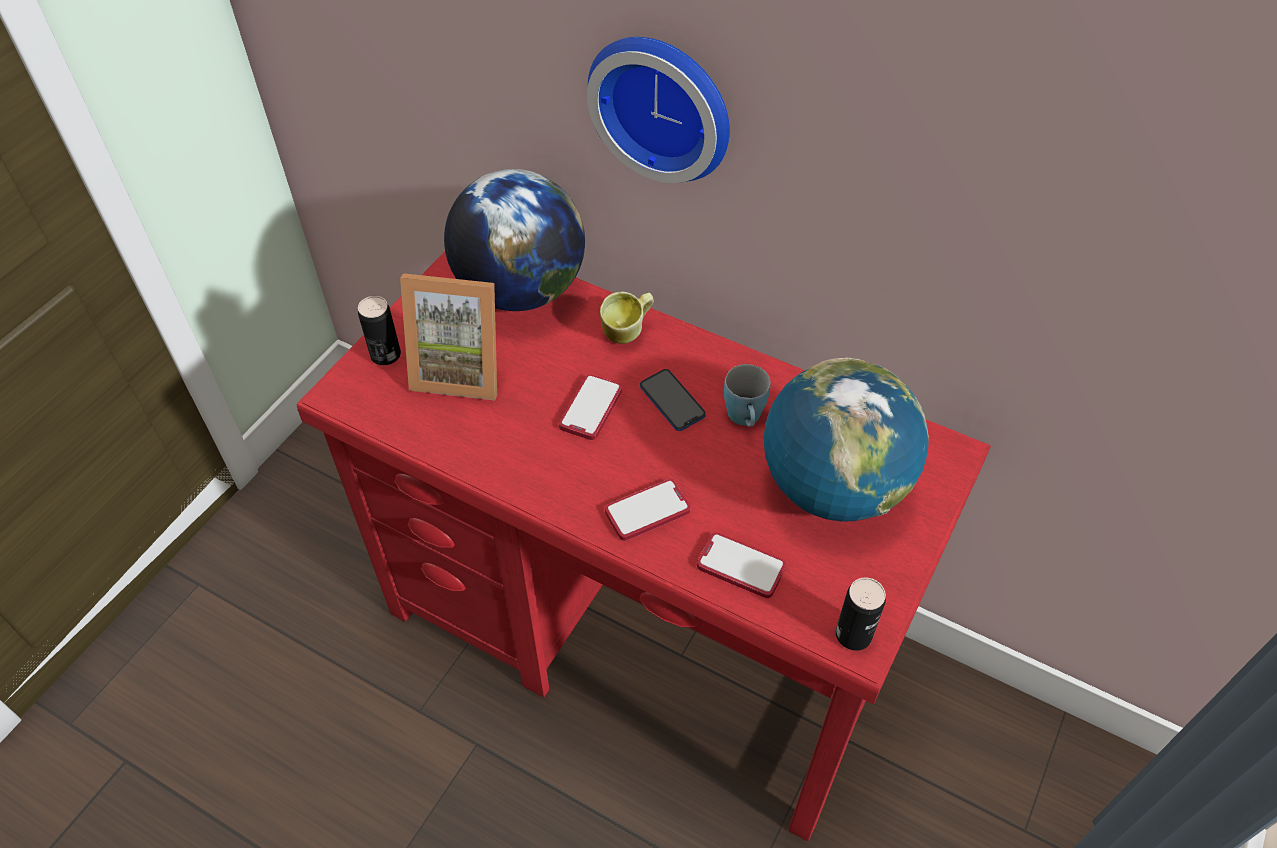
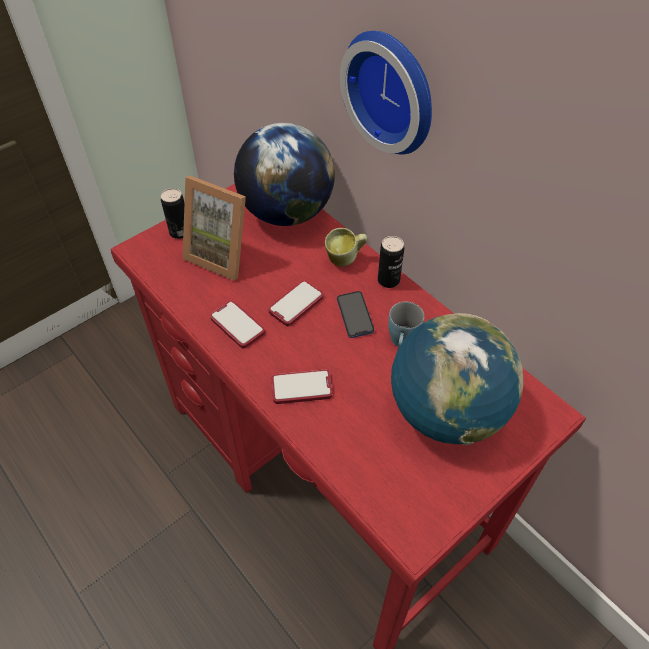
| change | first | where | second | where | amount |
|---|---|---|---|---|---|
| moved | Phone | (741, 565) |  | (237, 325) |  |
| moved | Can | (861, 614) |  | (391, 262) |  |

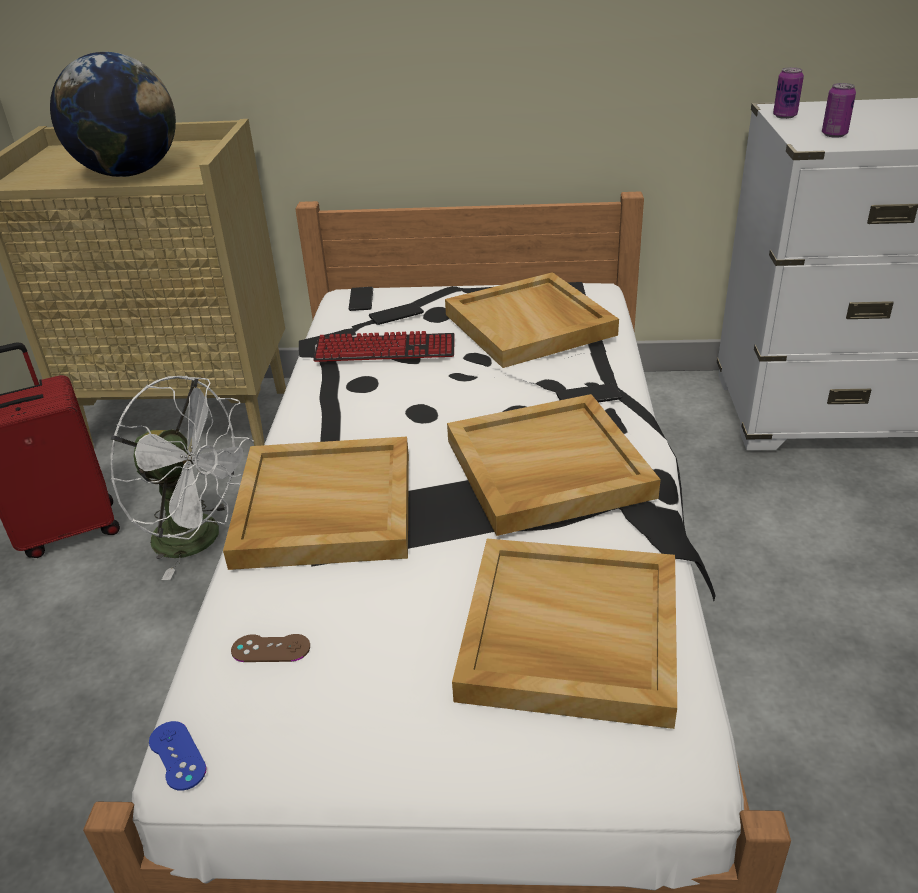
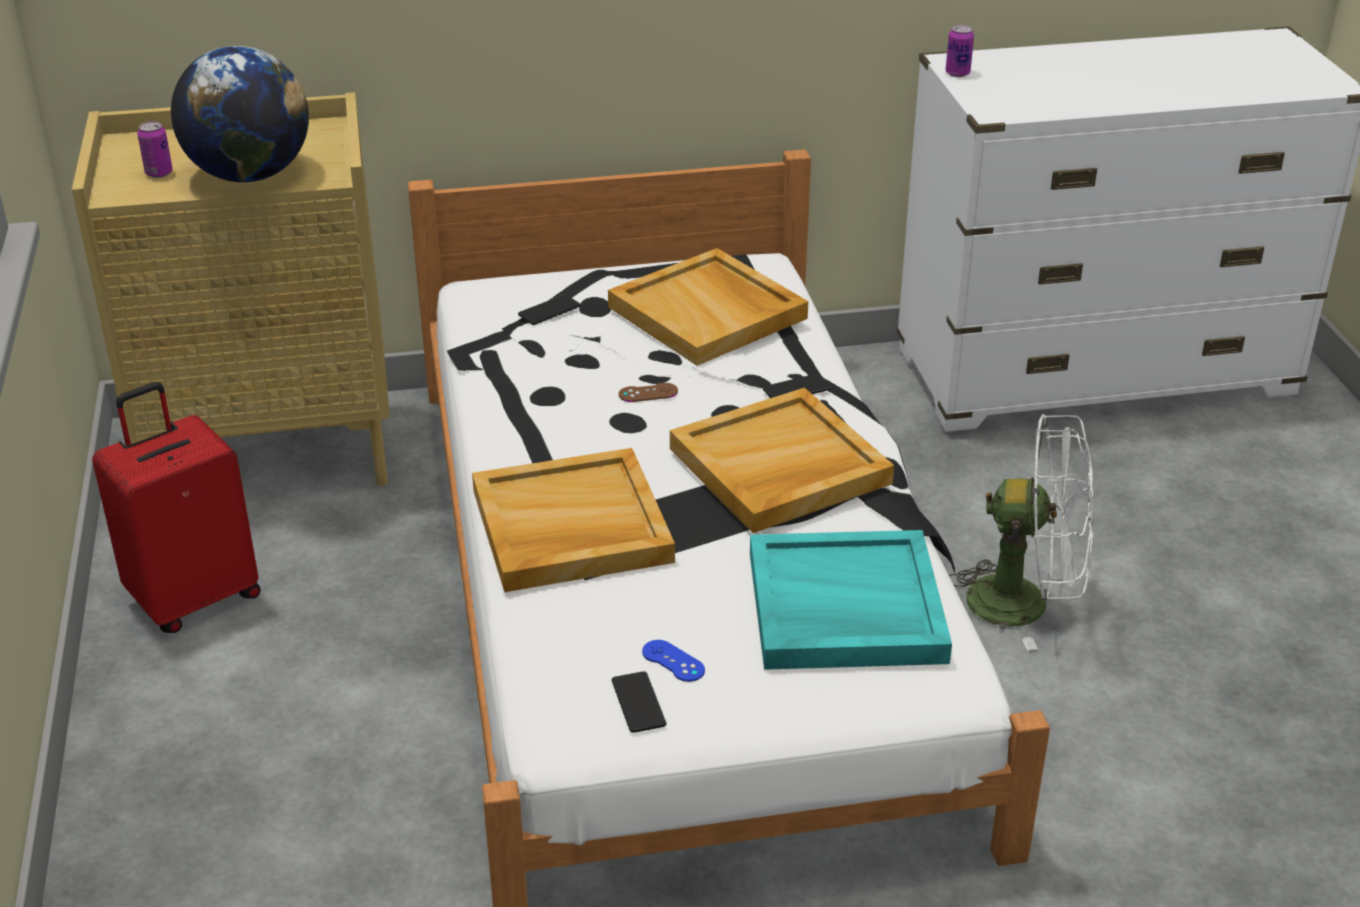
| change | first | where | second | where | amount |
|---|---|---|---|---|---|
| moved | WhiteFan | (182, 478) |  | (1021, 532) |  |
| moved | BlueGameController | (178, 756) |  | (673, 661) |  |
| moved | BrownGameController | (270, 648) |  | (648, 392) |  |
| removed | Keyboard | (384, 346) |  |  |  |
| moved | Phone | (361, 299) |  | (639, 702) |  |
| recoloured | BeigeTray | (564, 634) | TurquoiseTray | (851, 600) |  |
| moved | Can | (839, 110) |  | (155, 149) |  |

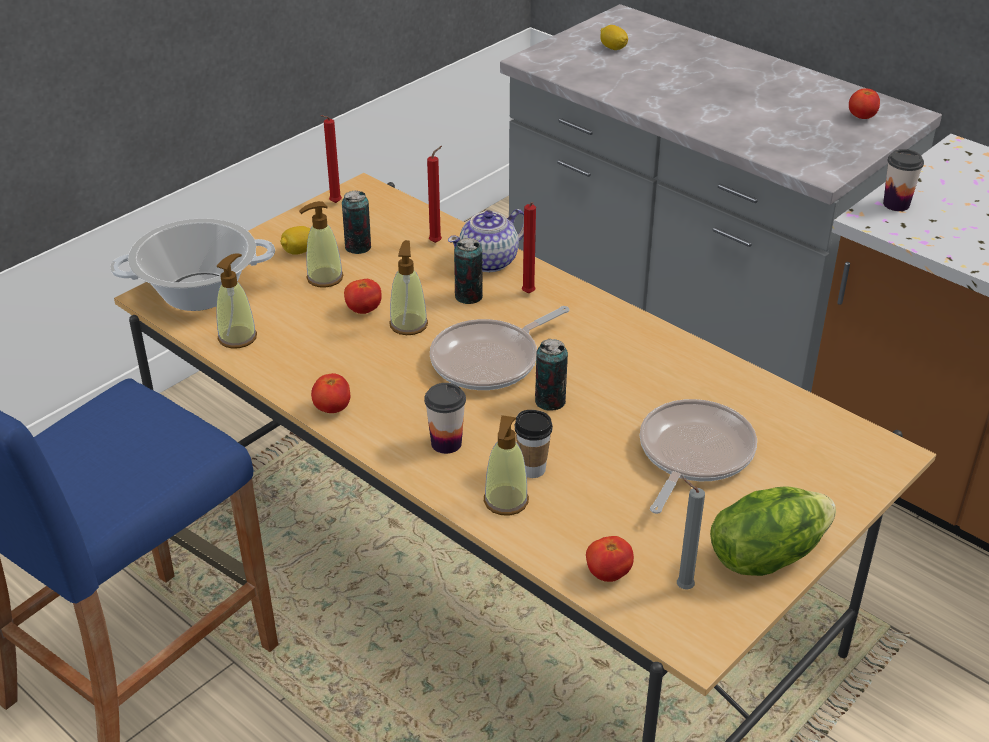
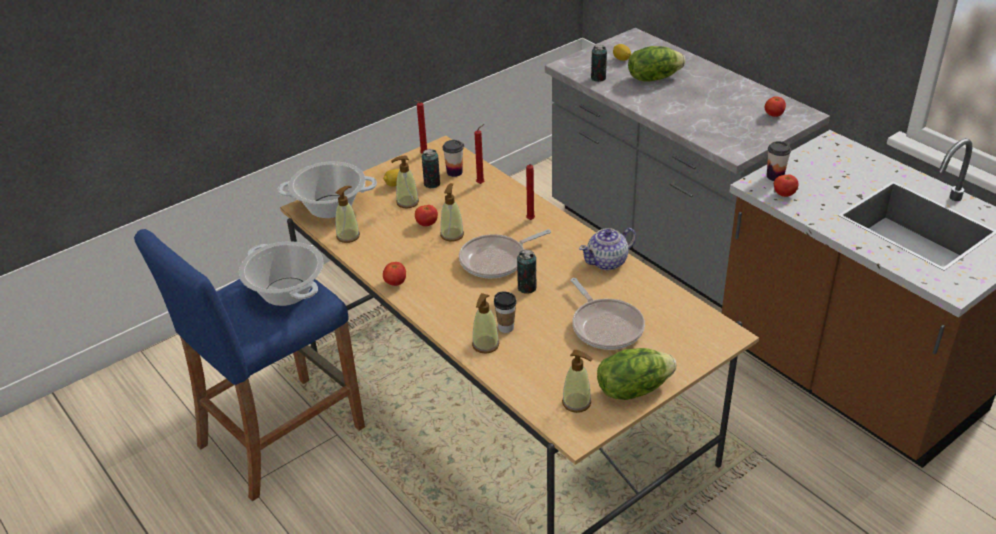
| change | first | where | second | where | amount |
|---|---|---|---|---|---|
| moved | Cup | (445, 418) |  | (453, 158) |  |
| moved | Teapot | (486, 240) |  | (607, 249) |  |
| moved | Can | (468, 271) |  | (599, 63) |  |
| moved | Tomato | (610, 559) |  | (786, 185) |  |
| turned | FryingPan | (698, 456) |  | (607, 314) | 120 degrees clockwise |
| replaced | GreyCandle | (691, 534) | SoapDispenser | (577, 381) |  |
| added |  |  | CookingPot | (281, 273) |  |
| added |  |  | Lettuce | (656, 64) |  |

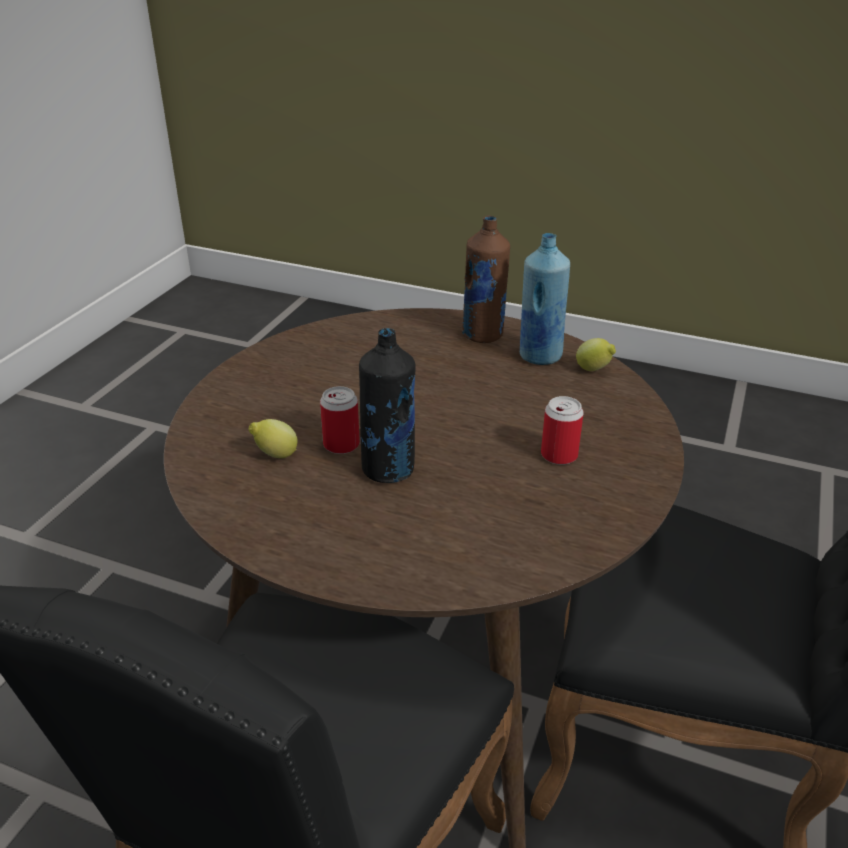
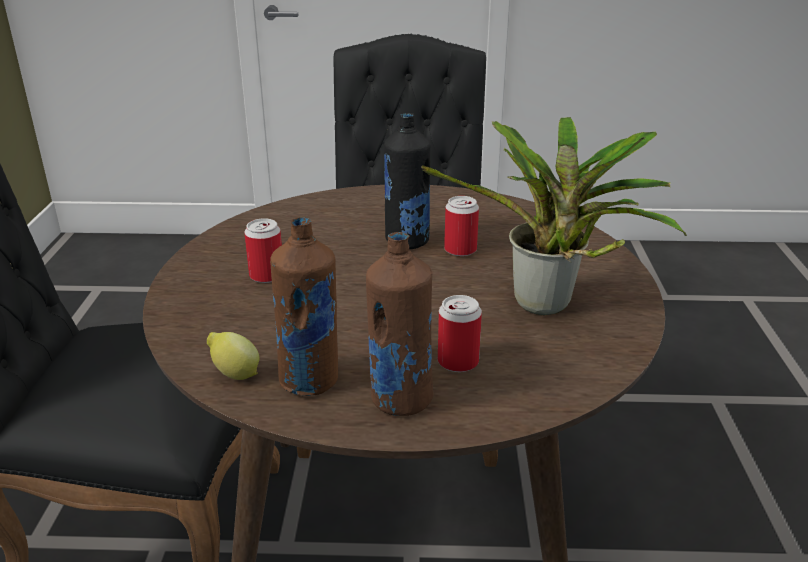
| change | first | where | second | where | amount |
|---|---|---|---|---|---|
| removed | Lemon | (273, 438) |  |  |  |
| recoloured | BlueBottle | (545, 299) | BrownBottle | (304, 306) |  |
| added |  |  | PottedPlant | (554, 216) |  |
| added |  |  | Can | (460, 333) |  |

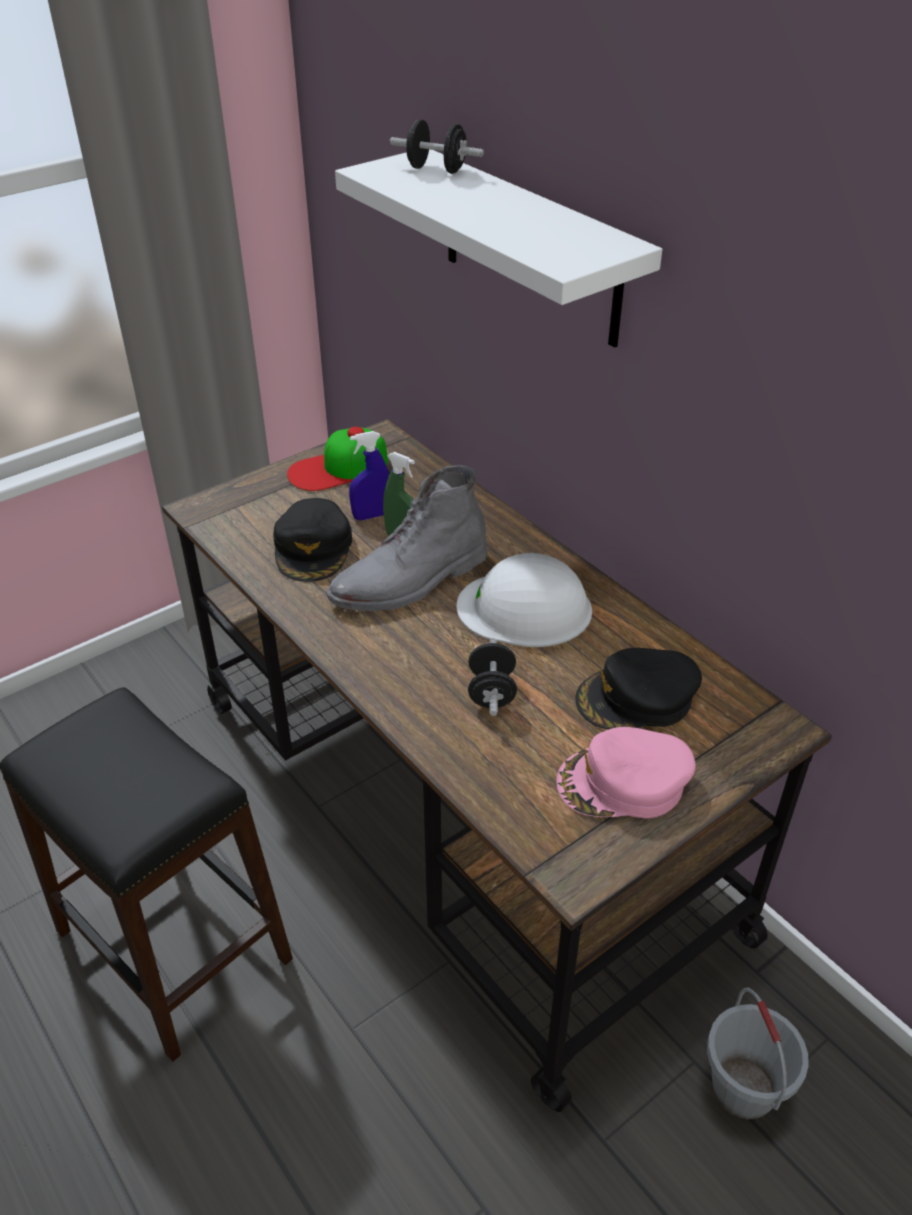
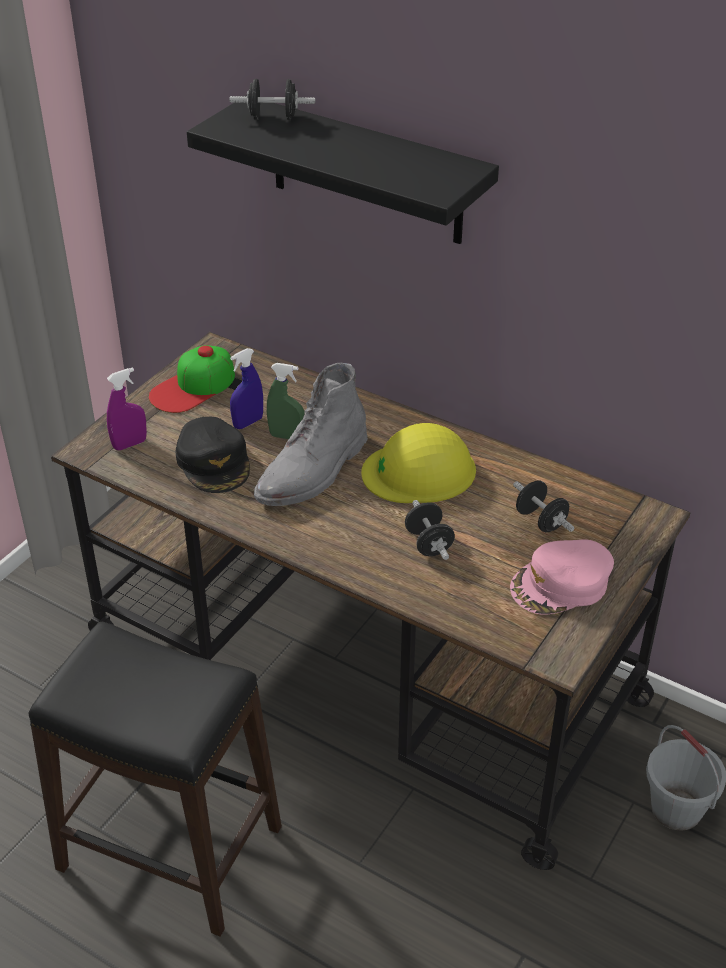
| change | first | where | second | where | amount |
|---|---|---|---|---|---|
| recoloured | WhiteShelf | (498, 248) | BlackShelf | (343, 169) |  |
| recoloured | WhiteHardHat | (524, 600) | YellowHardHat | (418, 463) |  |
| replaced | BlackCap | (638, 688) | BlackDumbbell | (543, 506) |  |
| added |  |  | PurpleSprayBottle | (127, 408) |  |

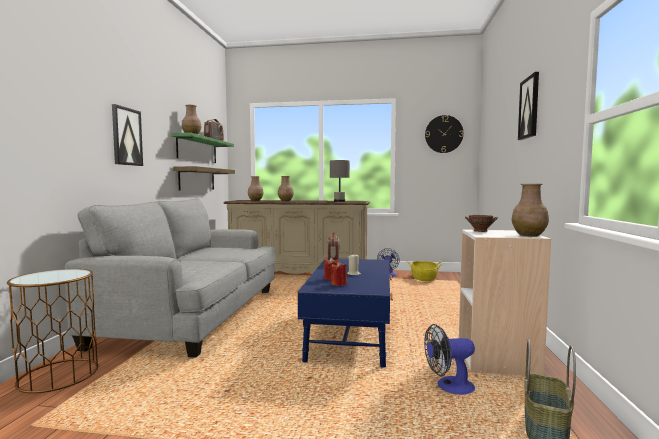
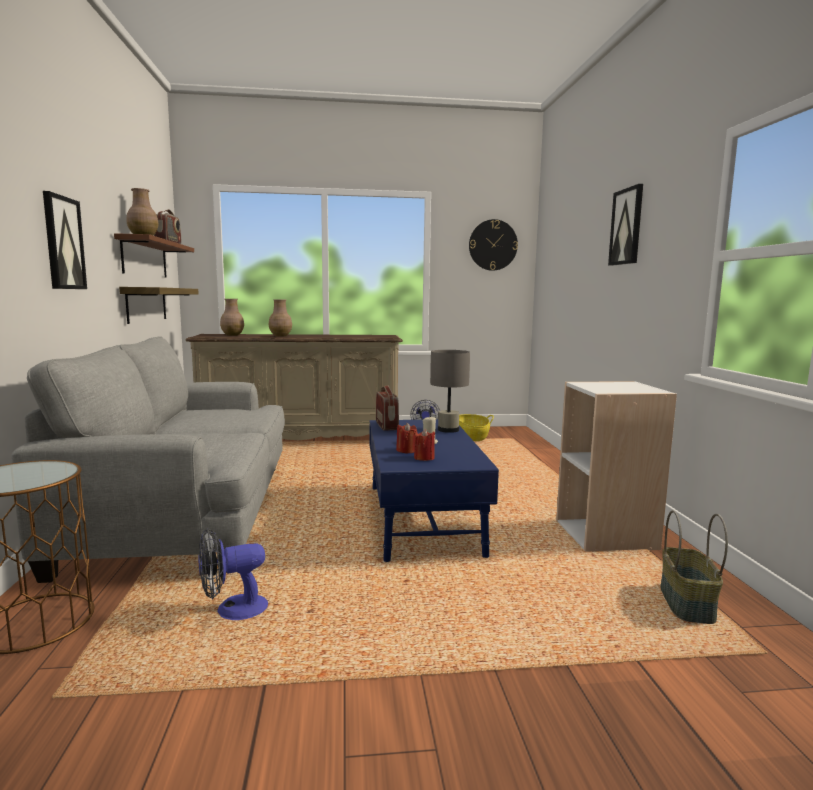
| change | first | where | second | where | amount |
|---|---|---|---|---|---|
| recoloured | GreenShelf | (202, 147) | BrownShelf | (154, 255) |  |
| moved | GreyTableLamp | (340, 181) |  | (450, 391) |  |
| moved | Fan | (449, 359) |  | (233, 574) |  |
| removed | BrownBowl | (481, 223) |  |  |  |
| removed | BrownVase | (530, 210) |  |  |  |

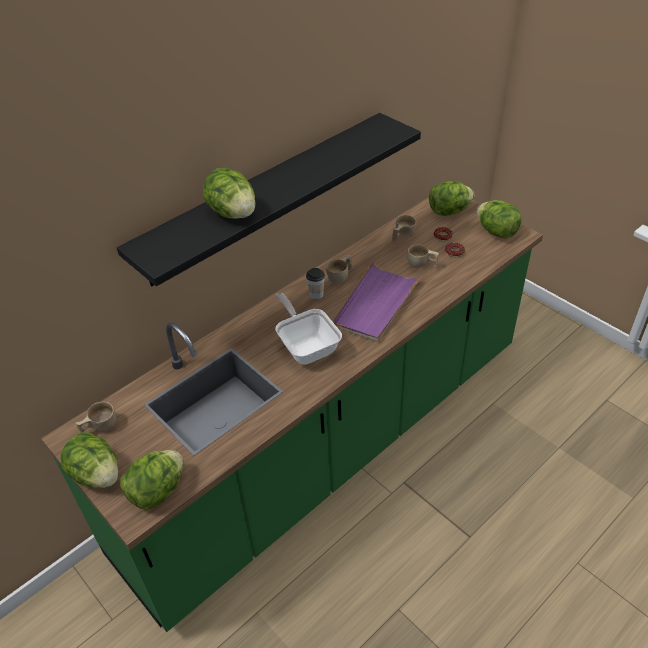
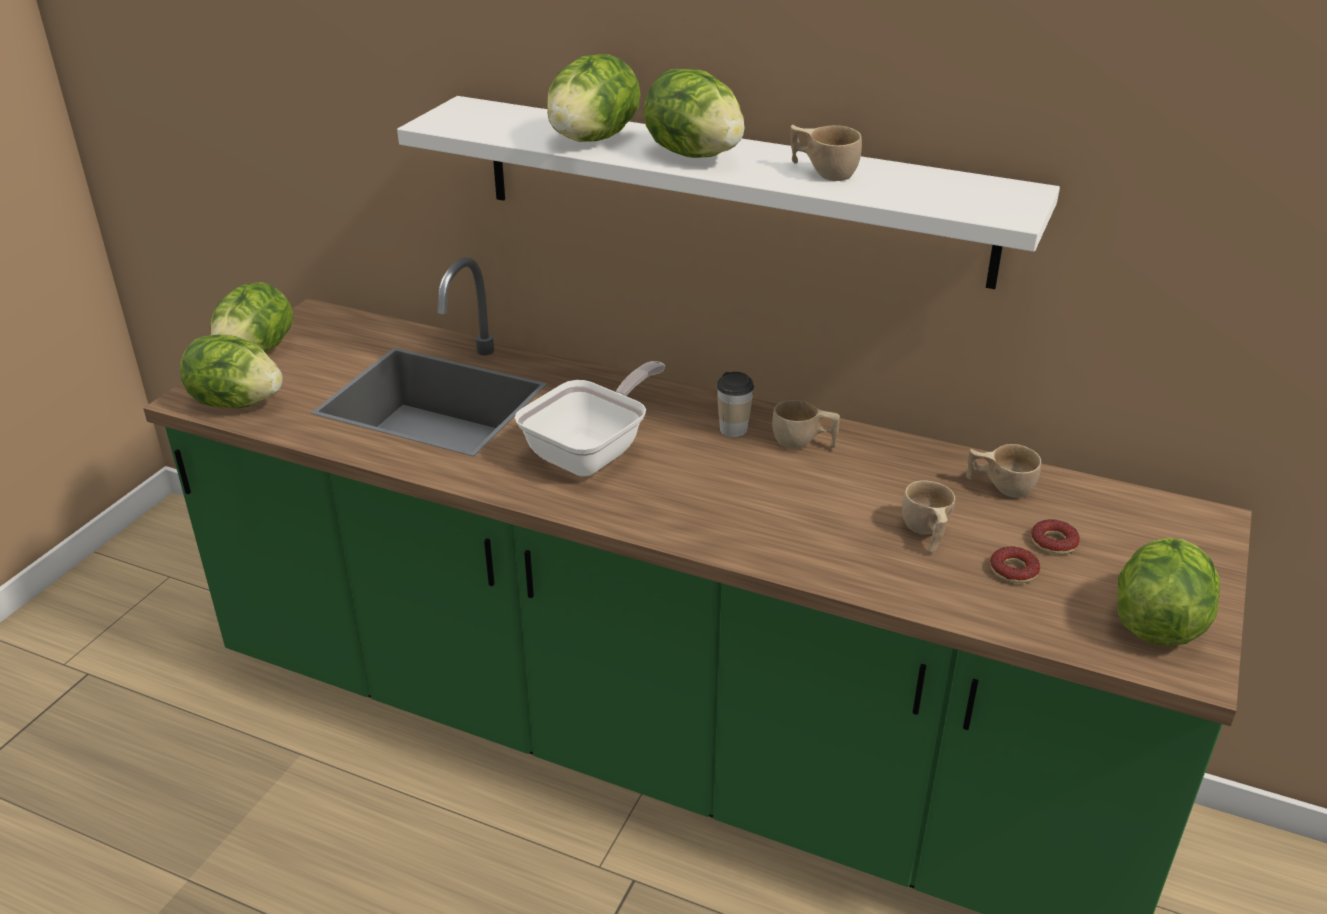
| change | first | where | second | where | amount |
|---|---|---|---|---|---|
| moved | BeigeCup | (96, 417) |  | (826, 153) |  |
| recoloured | BlackShelf | (269, 199) | WhiteShelf | (728, 192) |  |
| removed | PurpleTray | (377, 301) |  |  |  |
| moved | Lettuce | (451, 199) |  | (694, 113) |  |

